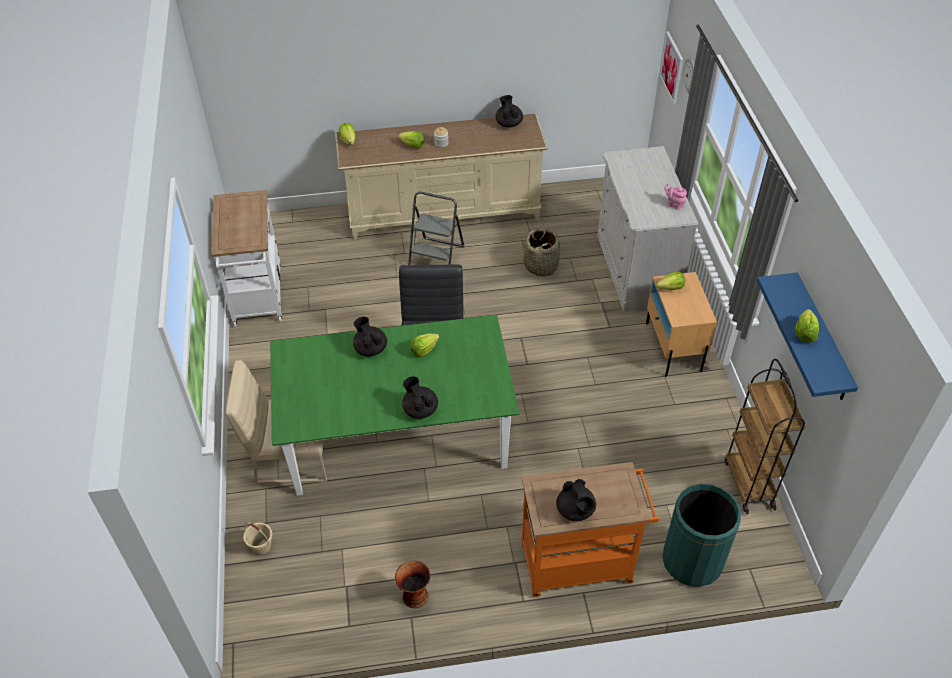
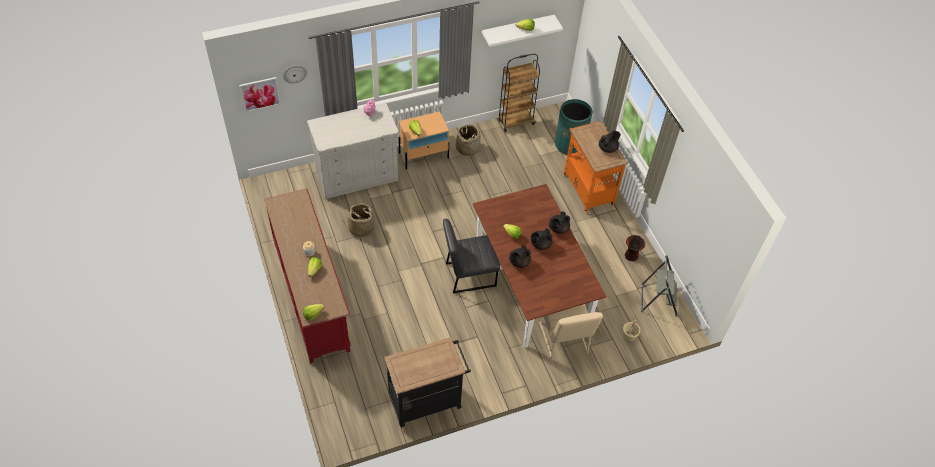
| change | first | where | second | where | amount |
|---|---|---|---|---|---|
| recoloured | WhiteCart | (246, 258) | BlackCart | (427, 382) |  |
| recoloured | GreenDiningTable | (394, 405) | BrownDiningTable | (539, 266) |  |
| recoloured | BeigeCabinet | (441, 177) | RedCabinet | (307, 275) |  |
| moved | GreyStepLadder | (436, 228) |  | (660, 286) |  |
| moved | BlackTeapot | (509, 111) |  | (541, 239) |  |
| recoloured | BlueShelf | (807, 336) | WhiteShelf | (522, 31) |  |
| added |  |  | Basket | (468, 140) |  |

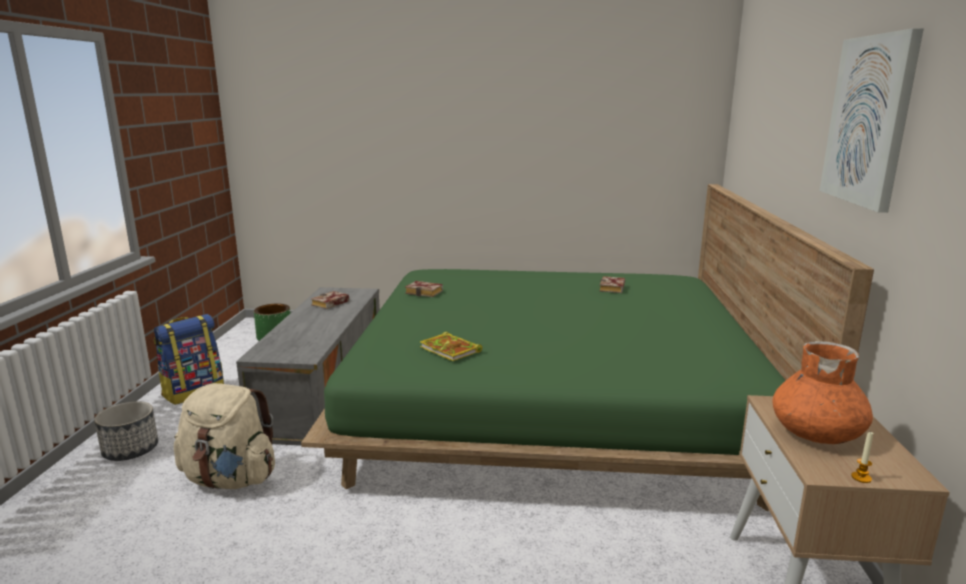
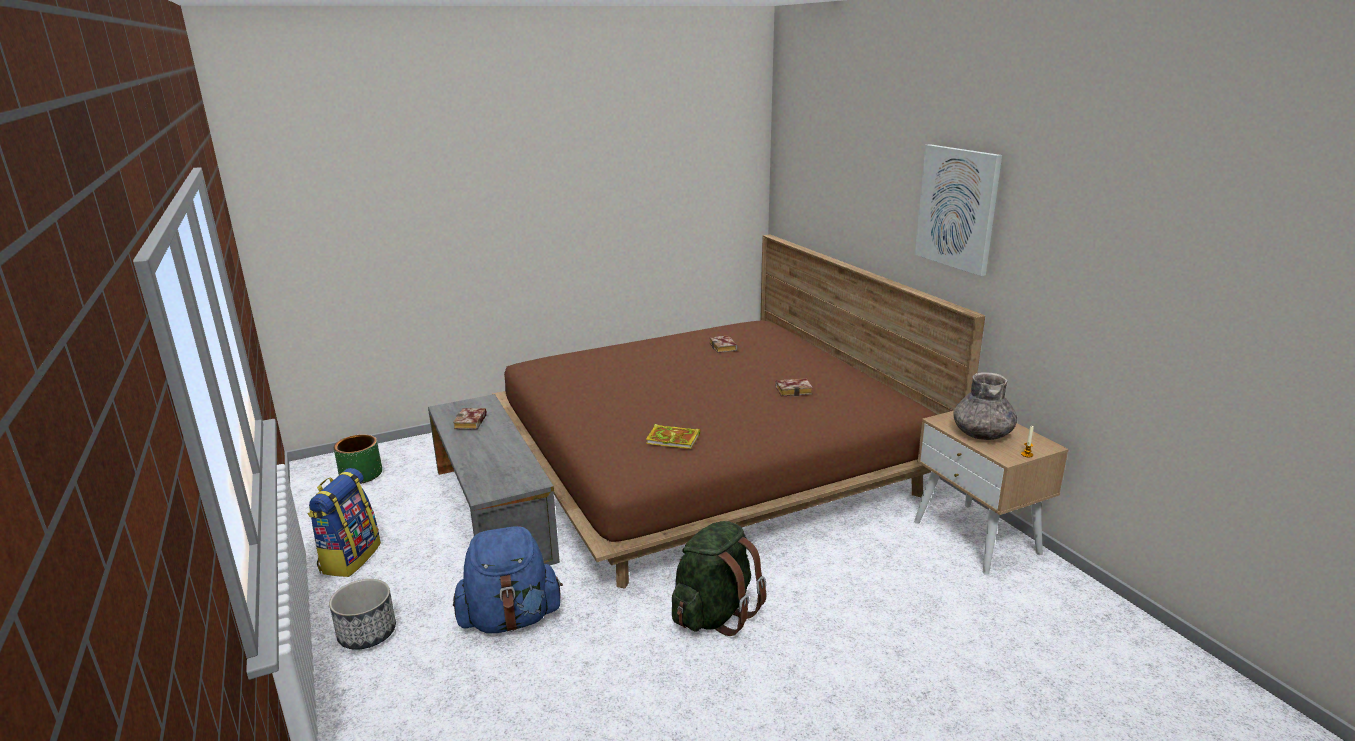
| change | first | where | second | where | amount |
|---|---|---|---|---|---|
| recoloured | BeigeBackpack | (224, 436) | BlueBackpack | (508, 579) |  |
| recoloured | GreenBed | (587, 347) | BrownBed | (738, 411) |  |
| moved | Book | (424, 289) |  | (794, 387) |  |
| recoloured | OrangeVase | (822, 392) | GreyVase | (985, 406) |  |
| added |  |  | GreenBackpack | (719, 578) |  |

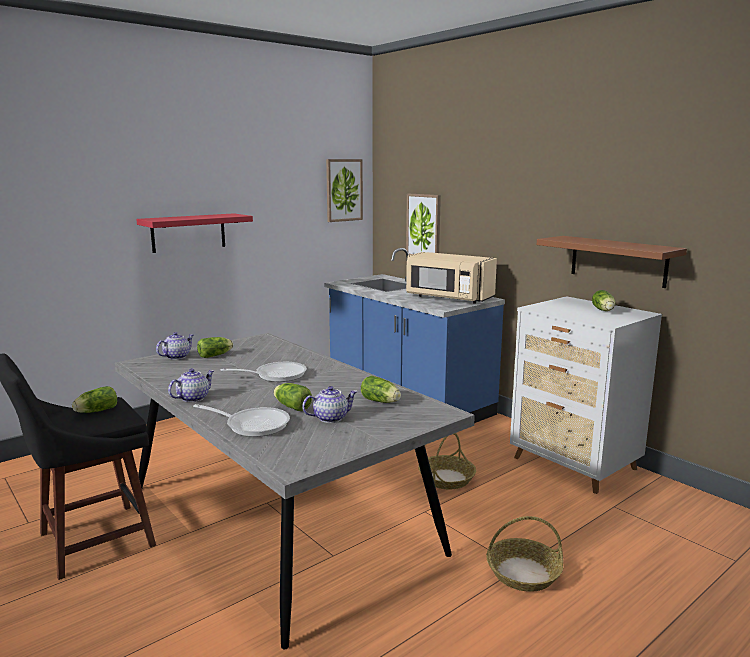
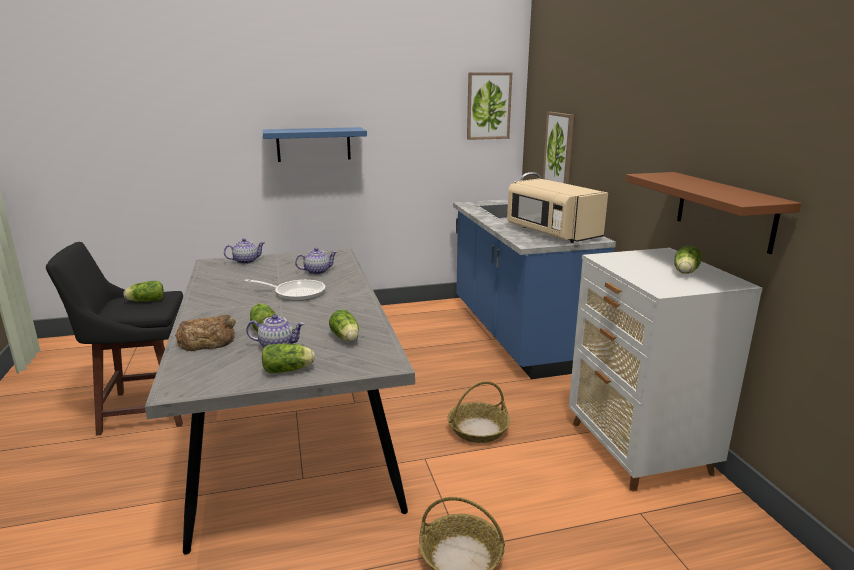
| change | first | where | second | where | amount |
|---|---|---|---|---|---|
| recoloured | RedShelf | (194, 233) | BlueShelf | (315, 144) |  |
| moved | Teapot | (191, 385) |  | (316, 261) |  |
| replaced | FryingPan | (241, 420) | Bread | (205, 333) |  |
| moved | Lettuce | (215, 347) |  | (288, 358) |  |

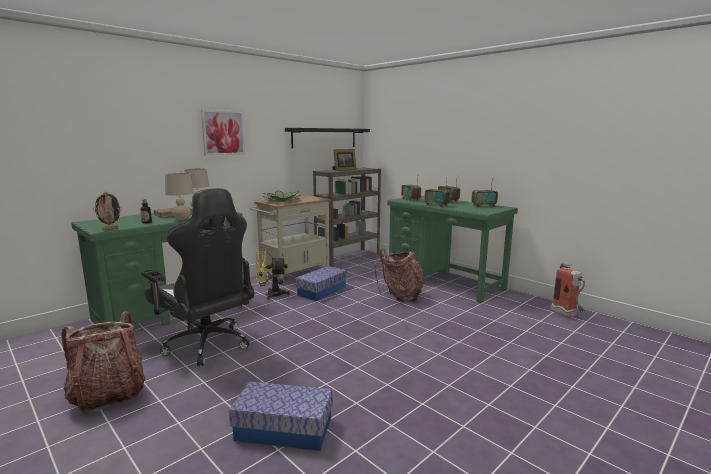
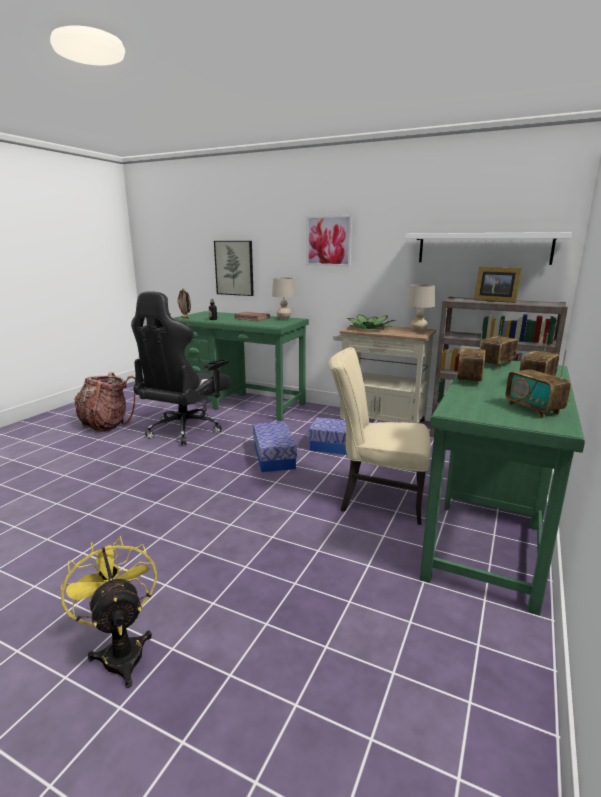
| change | first | where | second | where | amount |
|---|---|---|---|---|---|
| moved | BeigeTableLamp | (179, 196) |  | (421, 308) |  |
| moved | StorageBox | (281, 416) |  | (275, 446) |  |
| moved | YellowFan | (273, 274) |  | (109, 612) |  |
| recoloured | BlackShelf | (327, 138) | WhiteShelf | (488, 248) |  |
| replaced | Backpack | (398, 275) | BeigeChair | (380, 436) |  |
| removed | FireExtinguisher | (568, 290) |  |  |  |
| added |  |  | Picture | (234, 268) |  |

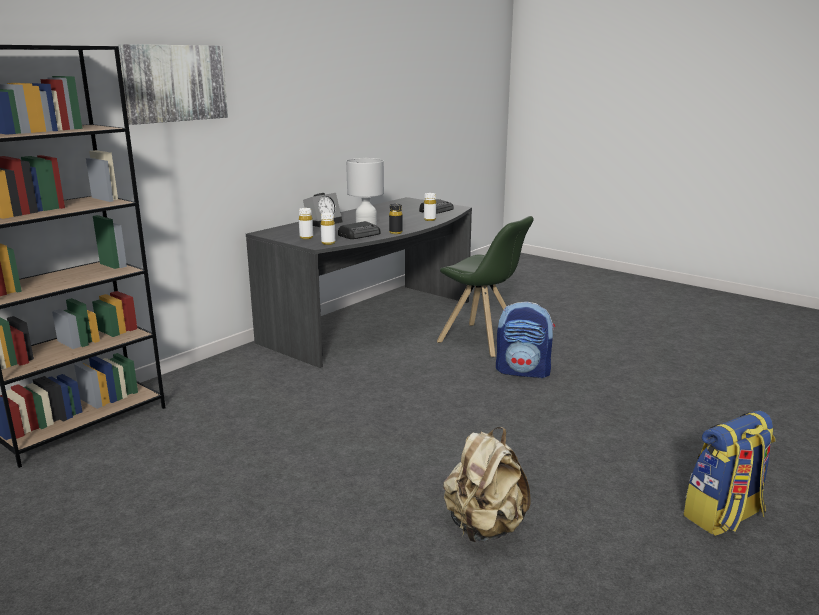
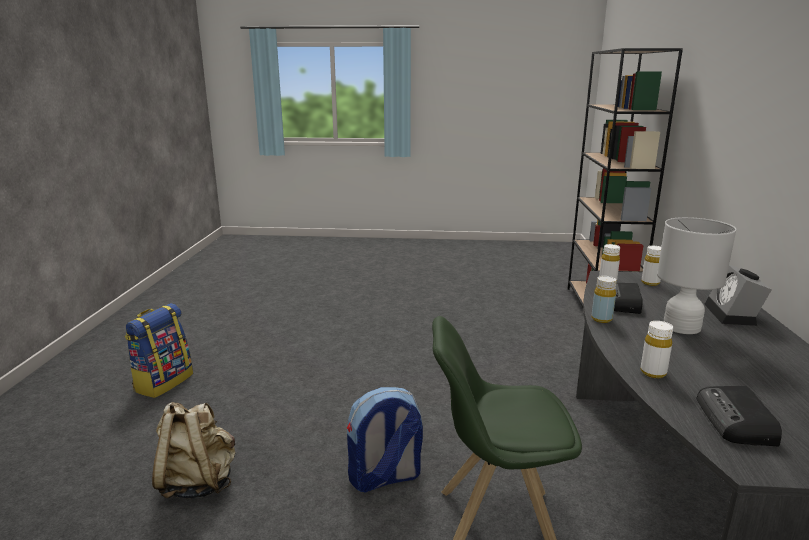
| change | first | where | second | where | amount |
|---|---|---|---|---|---|
| removed | Picture | (173, 84) |  |  |  |
| recoloured | BlackBottle | (396, 219) | YellowBottle | (604, 299) |  |
| moved | BeigeBackpack | (486, 485) |  | (194, 450) |  |

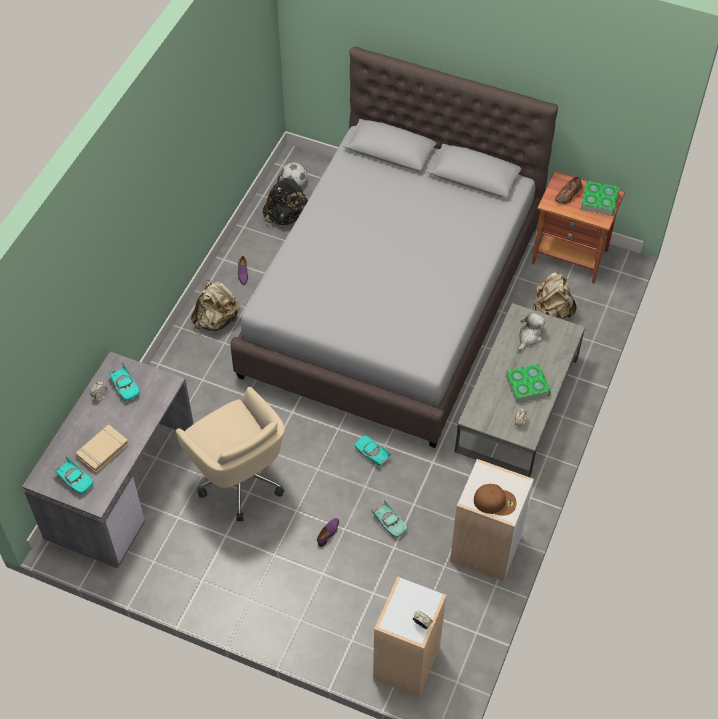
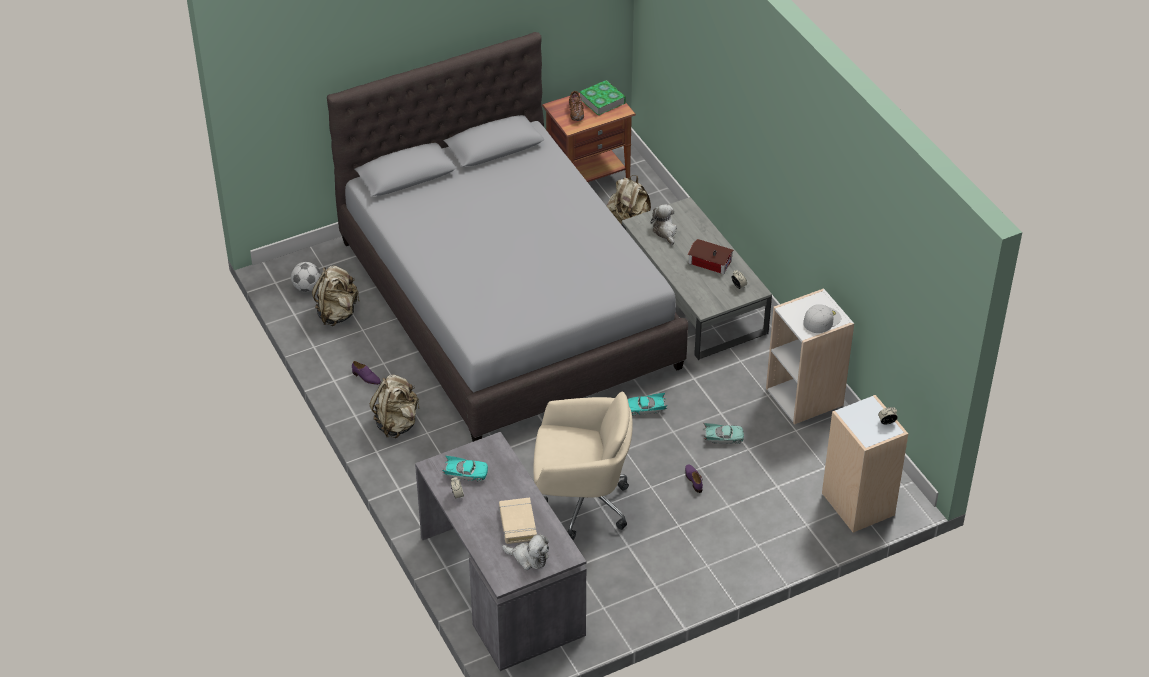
| change | first | where | second | where | amount |
|---|---|---|---|---|---|
| replaced | TurquoiseToyCar | (72, 475) | PlushToy | (525, 552) |  |
| recoloured | BlackBackpack | (285, 200) | BeigeBackpack | (335, 296) |  |
| recoloured | BrownCap | (495, 499) | WhiteCap | (822, 318) |  |
| replaced | Book | (528, 384) | ToyHouse | (711, 256) |  |

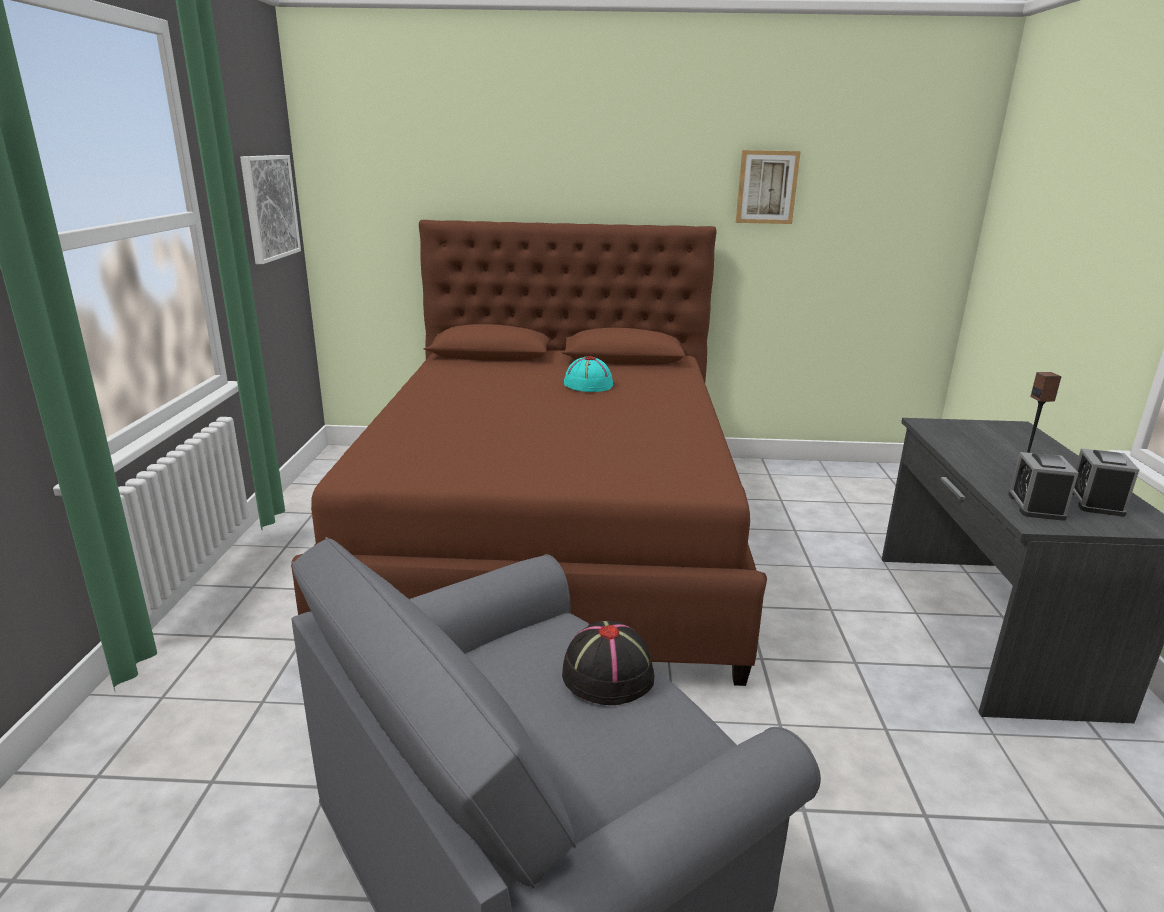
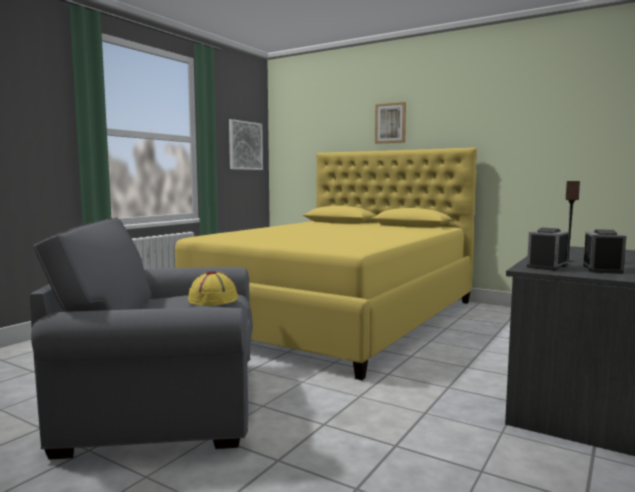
| change | first | where | second | where | amount |
|---|---|---|---|---|---|
| recoloured | BrownBed | (529, 453) | YellowBed | (326, 263) |  |
| recoloured | BlackHat | (608, 663) | YellowHat | (213, 288) |  |
| removed | TurquoiseHat | (588, 374) |  |  |  |
| moved | Picture | (768, 187) |  | (390, 123) |  |
| turned | AlarmClock | (1105, 482) |  | (604, 251) | 150 degrees clockwise |

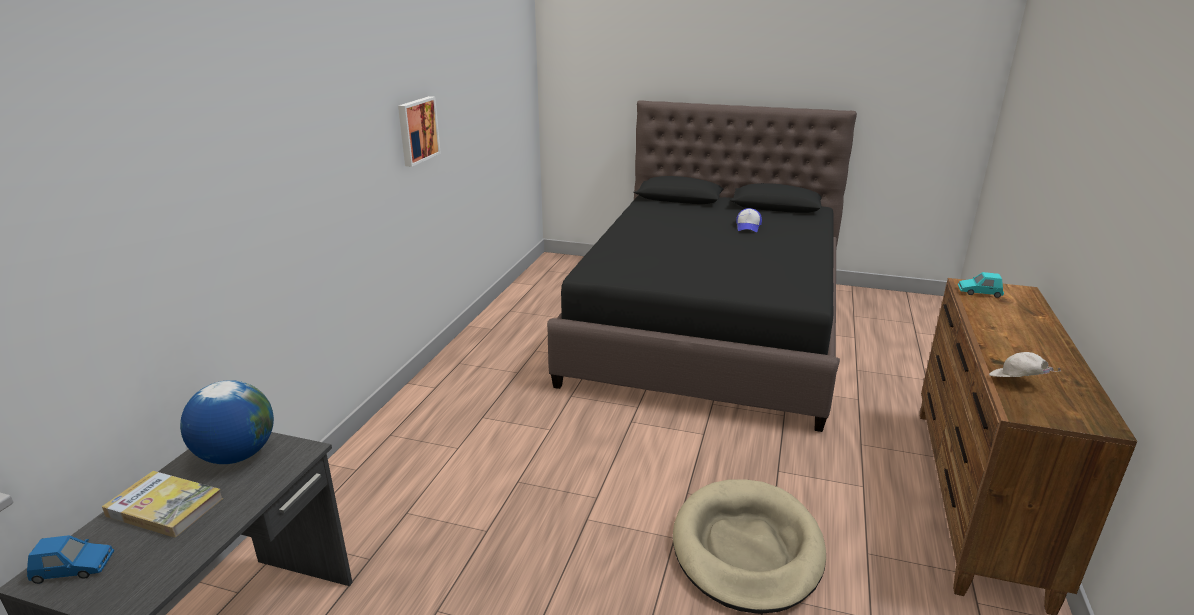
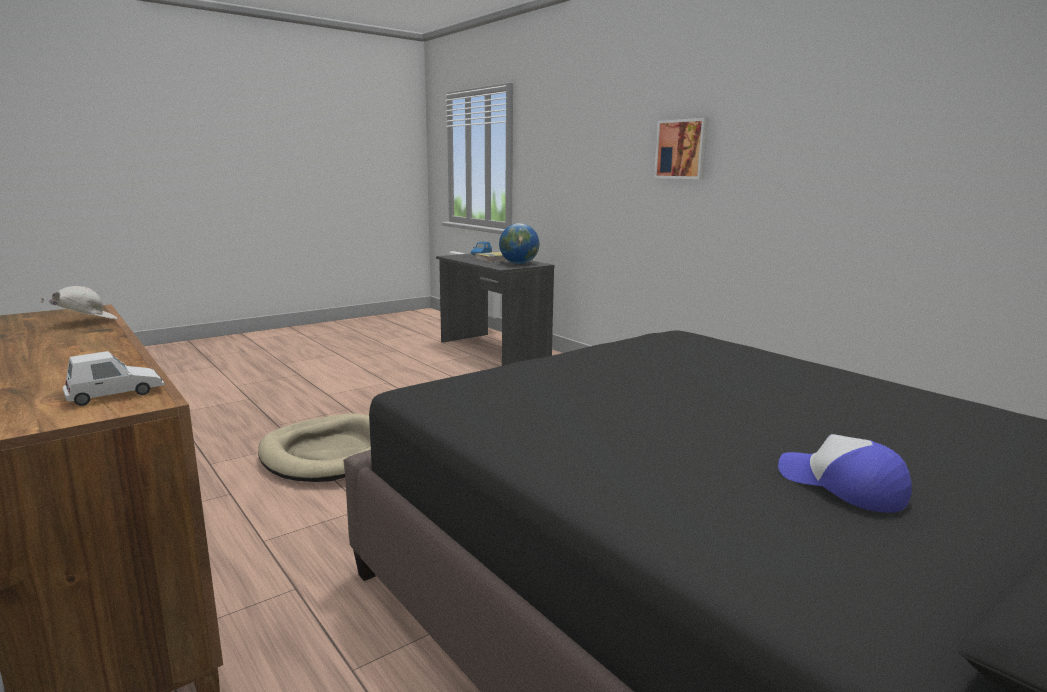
| change | first | where | second | where | amount |
|---|---|---|---|---|---|
| moved | Picture | (419, 131) |  | (681, 148) |  |
| recoloured | TurquoiseToyCar | (981, 285) | WhiteToyCar | (114, 378) |  |
| turned | WhiteCap | (1025, 364) |  | (79, 302) | 45 degrees counterclockwise |

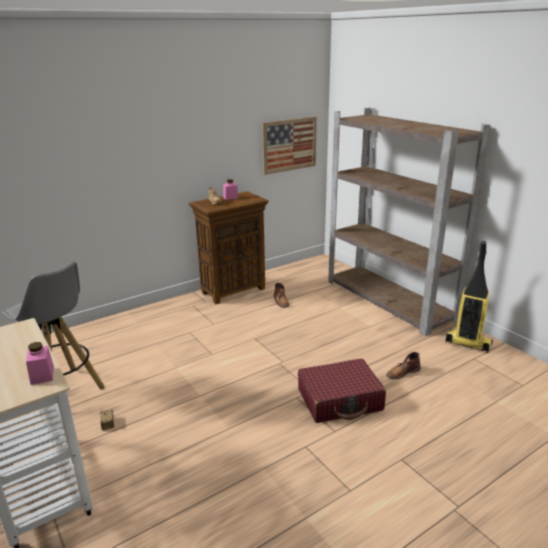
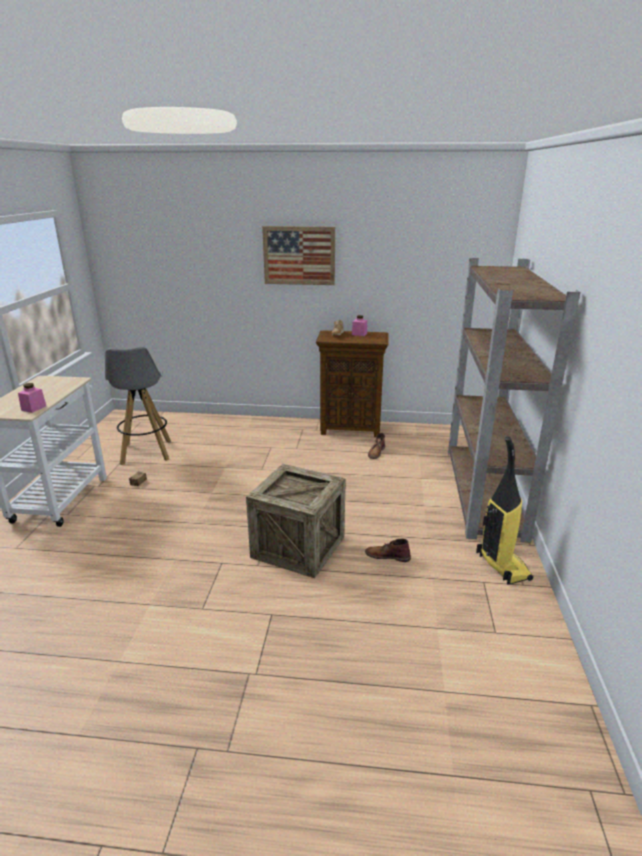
| change | first | where | second | where | amount |
|---|---|---|---|---|---|
| moved | Picture | (289, 145) |  | (298, 255) |  |
| replaced | RedSuitcase | (342, 390) | Crate | (296, 521) |  |

